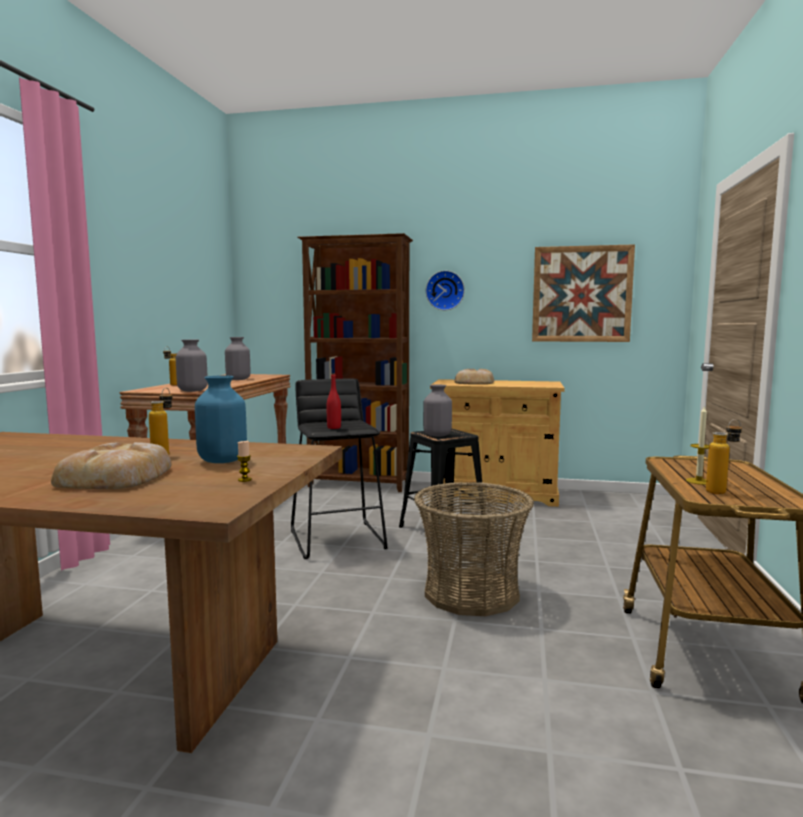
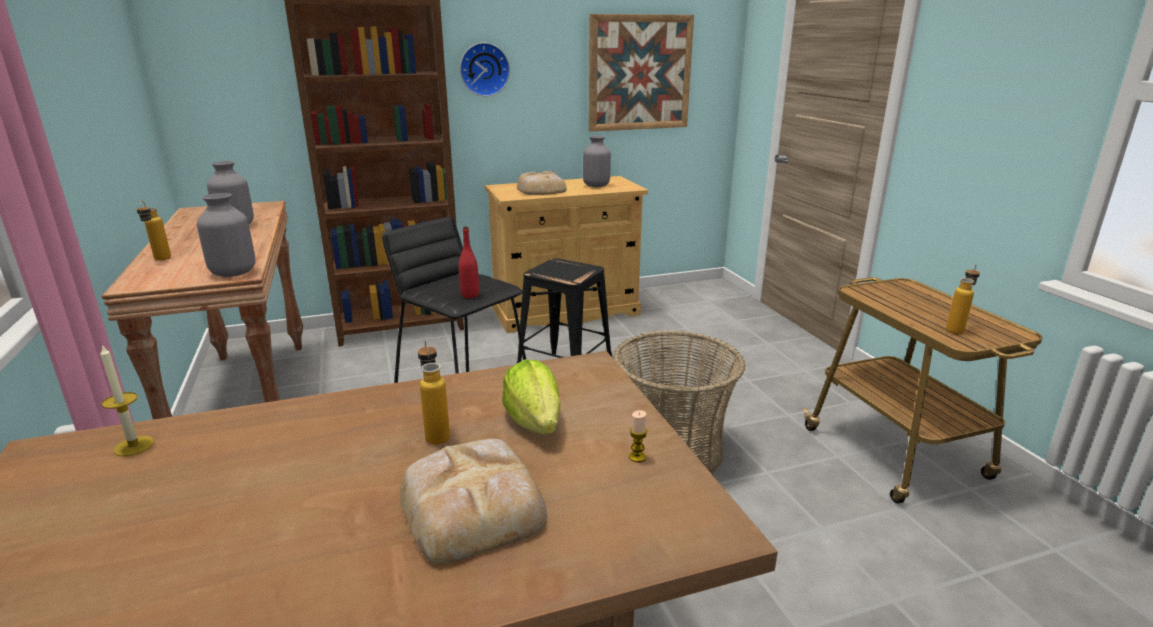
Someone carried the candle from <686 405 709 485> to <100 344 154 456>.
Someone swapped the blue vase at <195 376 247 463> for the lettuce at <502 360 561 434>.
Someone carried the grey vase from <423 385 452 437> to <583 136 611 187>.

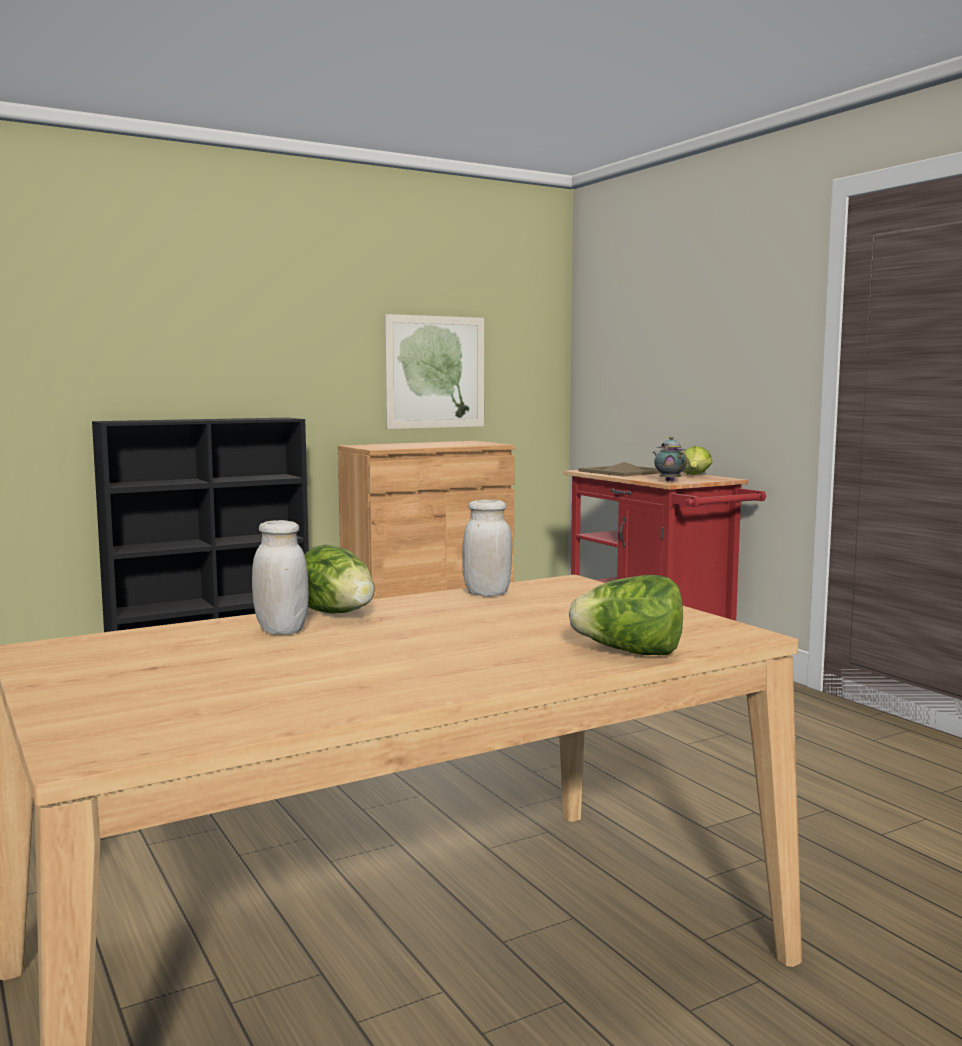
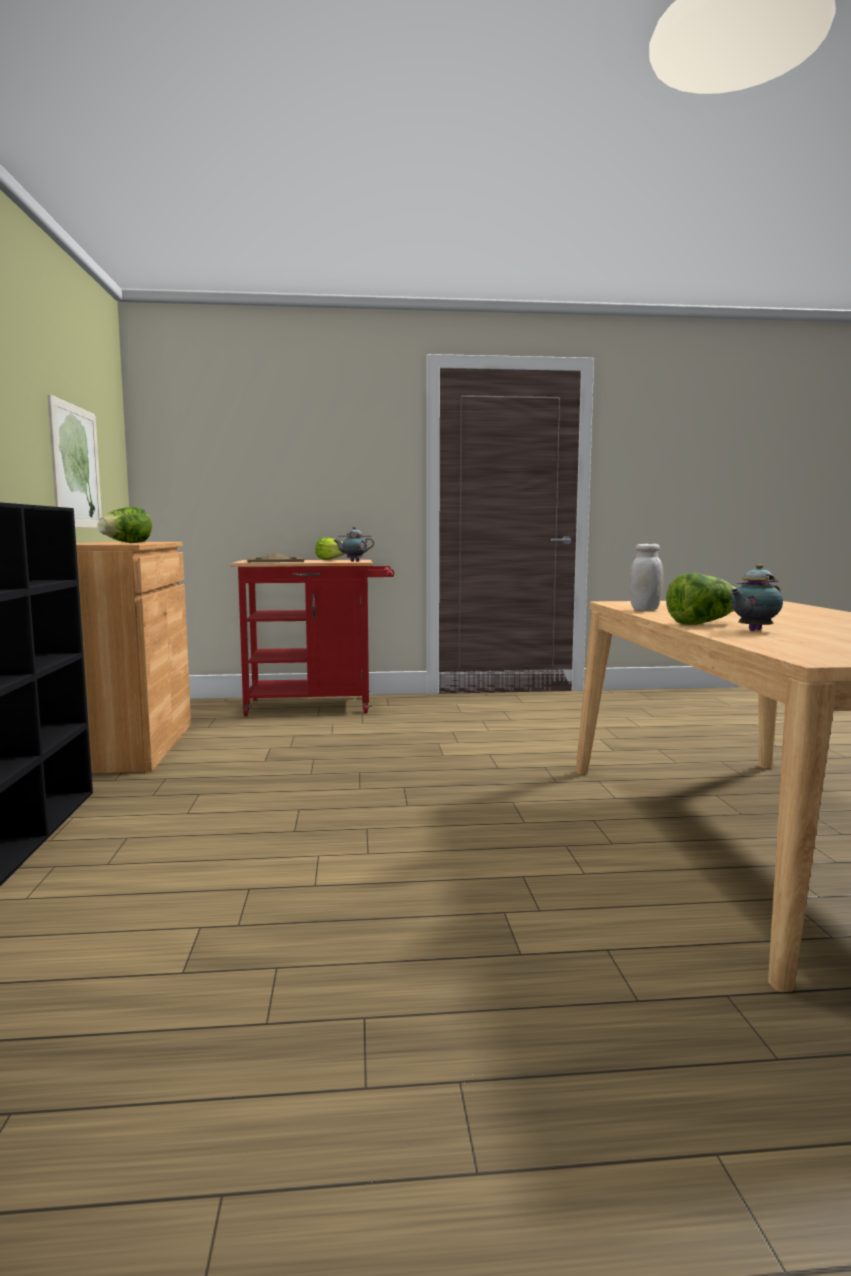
Someone carried the lettuce from <569 575 683 655> to <97 507 152 543>.
Someone swapped the white jar at <252 520 309 635> for the teapot at <730 564 783 631>.

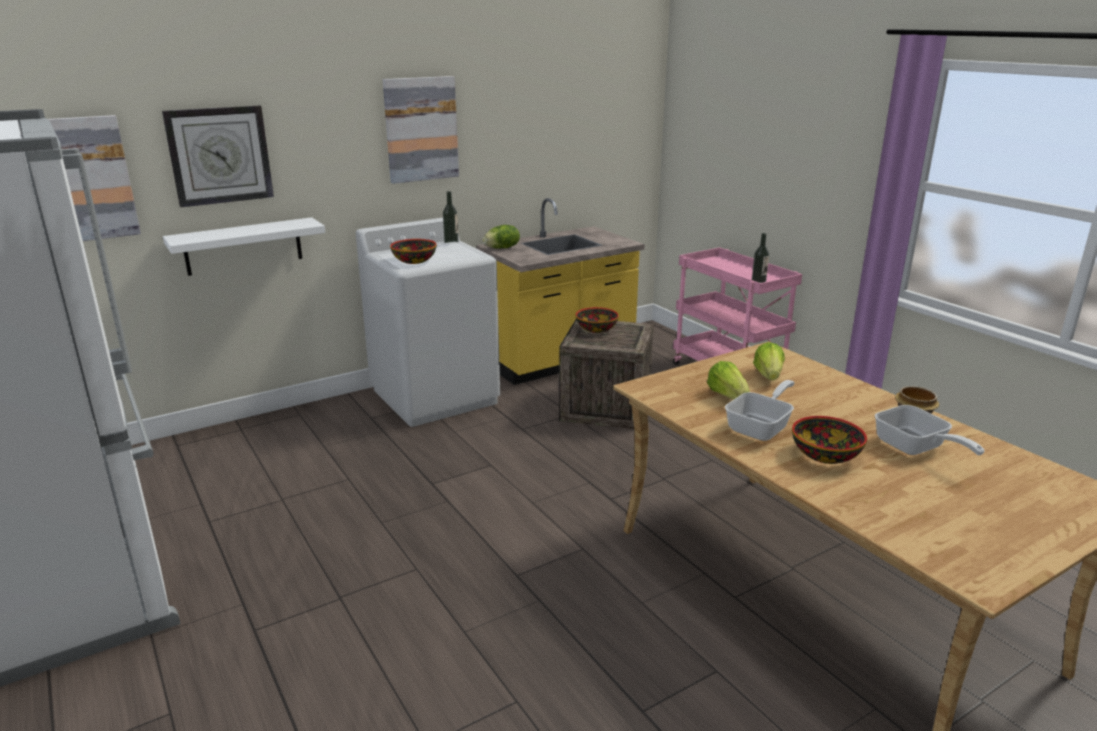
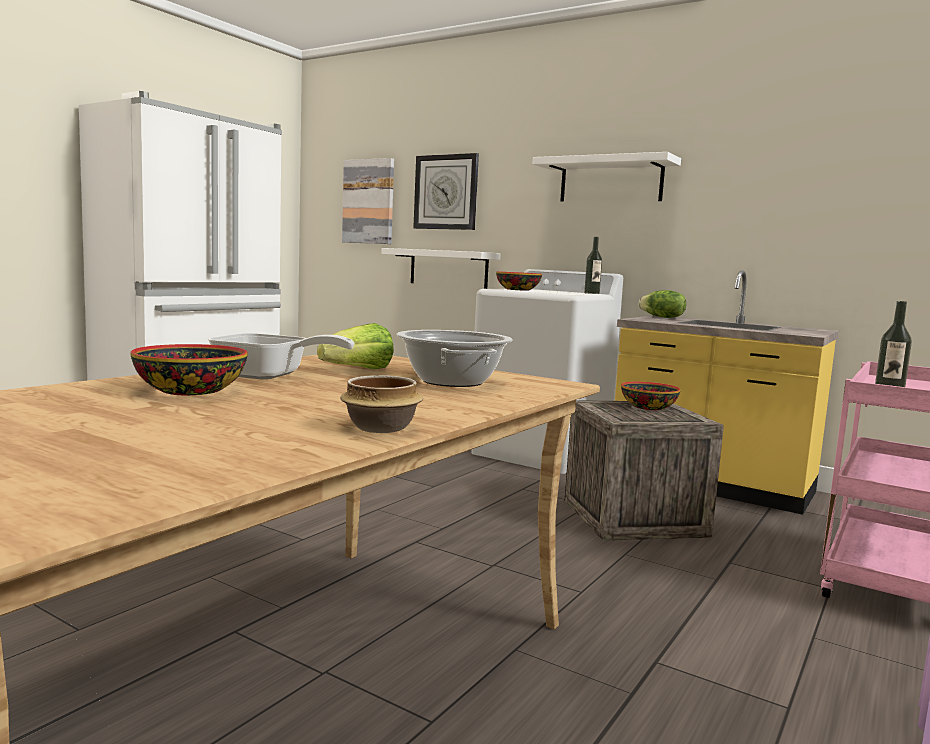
Someone swapped the lettuce at <753 342 785 380> for the cooking pot at <396 330 513 387>.
Someone swapped the picture at <383 76 459 184> for the white shelf at <532 152 681 202>.
Someone took away the frying pan at <875 405 985 455>.

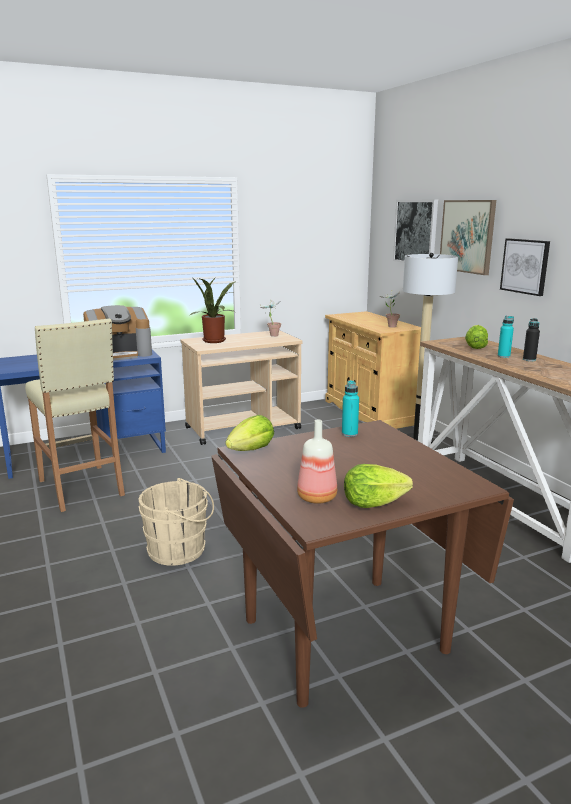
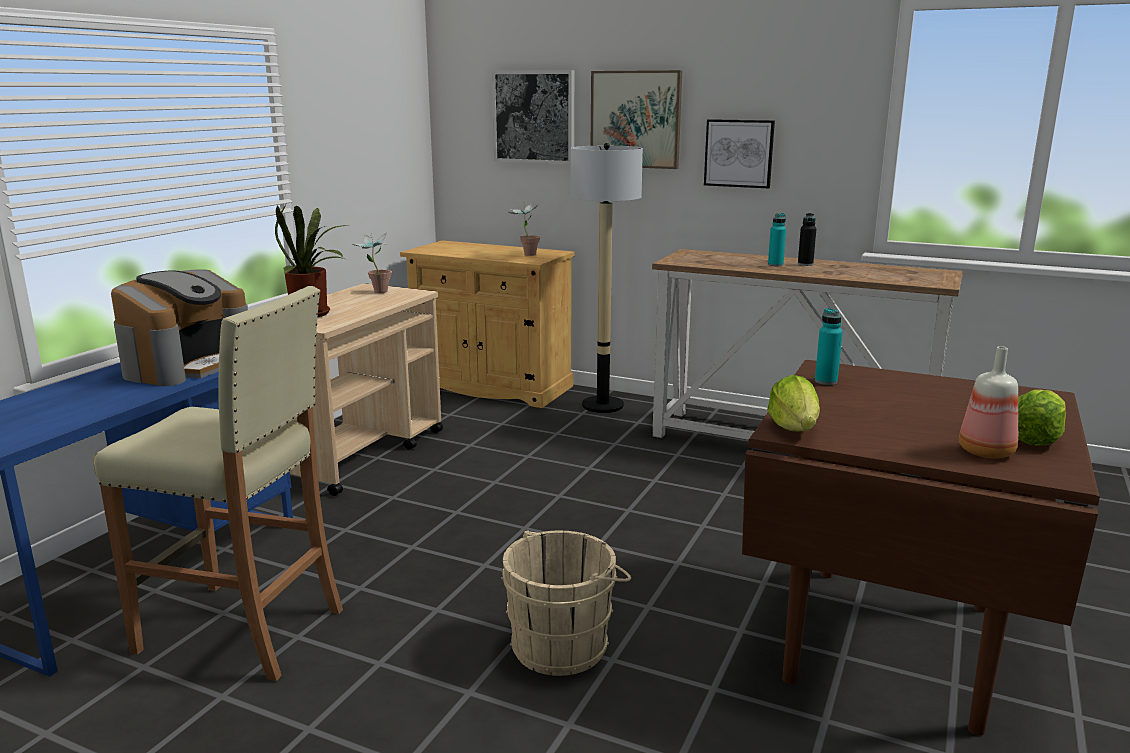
Someone took away the lettuce at <465 325 488 349>.

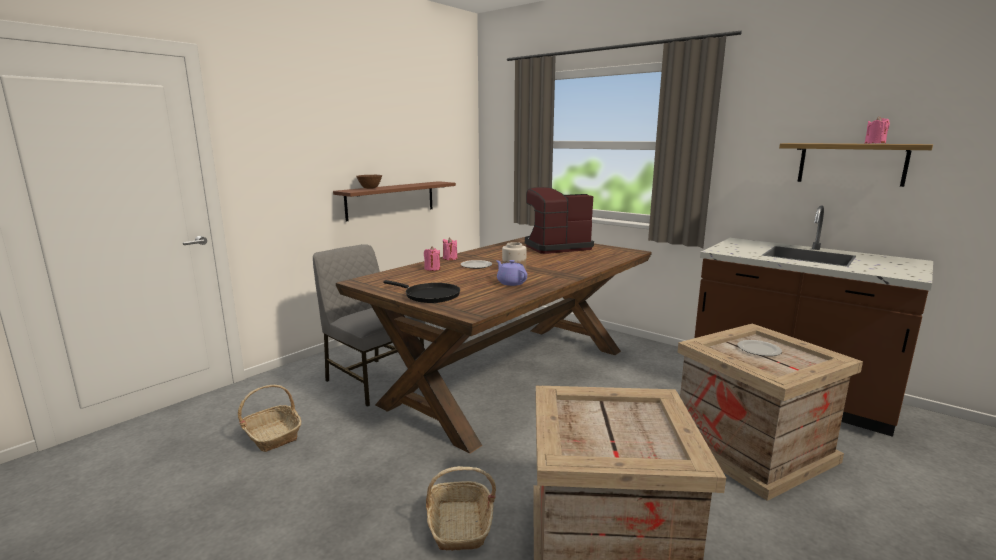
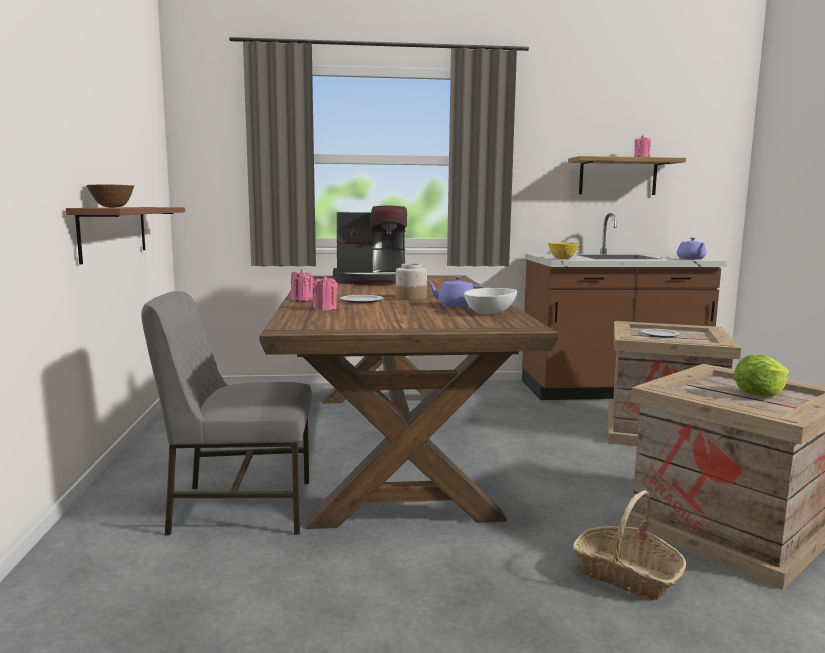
Someone rotated the coffee machine at <525 187 594 254> by 120 degrees counterclockwise.
Someone put down the white bowl at <464 288 517 314>.
Someone put down the yellow bowl at <548 242 579 259>.
Someone put down the purple teapot at <677 238 707 260>.
Someone put down the lettuce at <734 355 790 397>.
Someone took away the basket at <238 385 301 452>.
Someone took away the black frying pan at <383 280 460 303>.

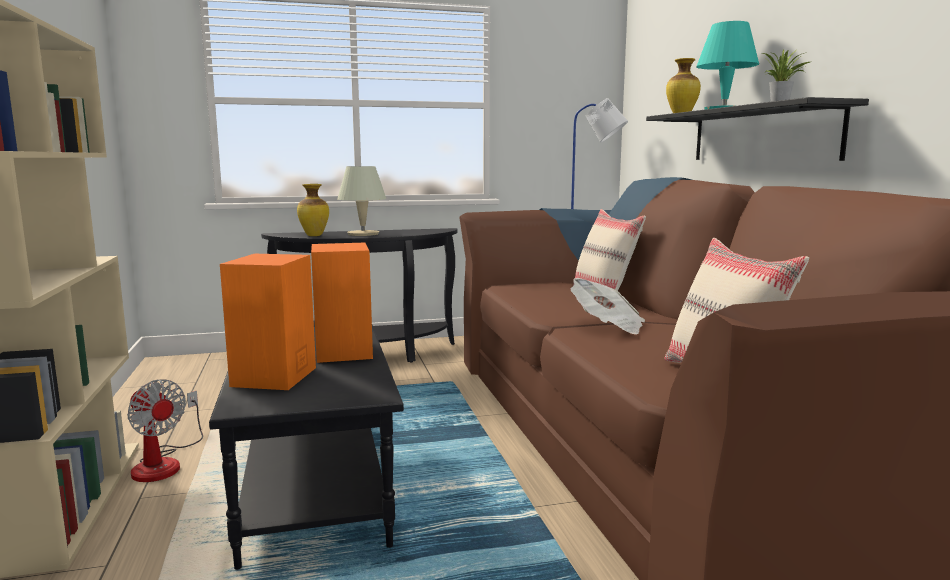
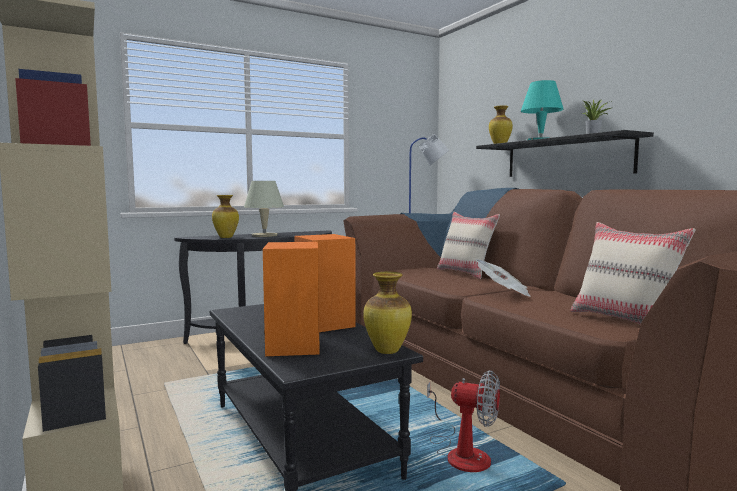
Someone put down the vase at <363 272 412 354>.
Someone carried the fan from <127 379 203 482> to <427 370 500 472>.

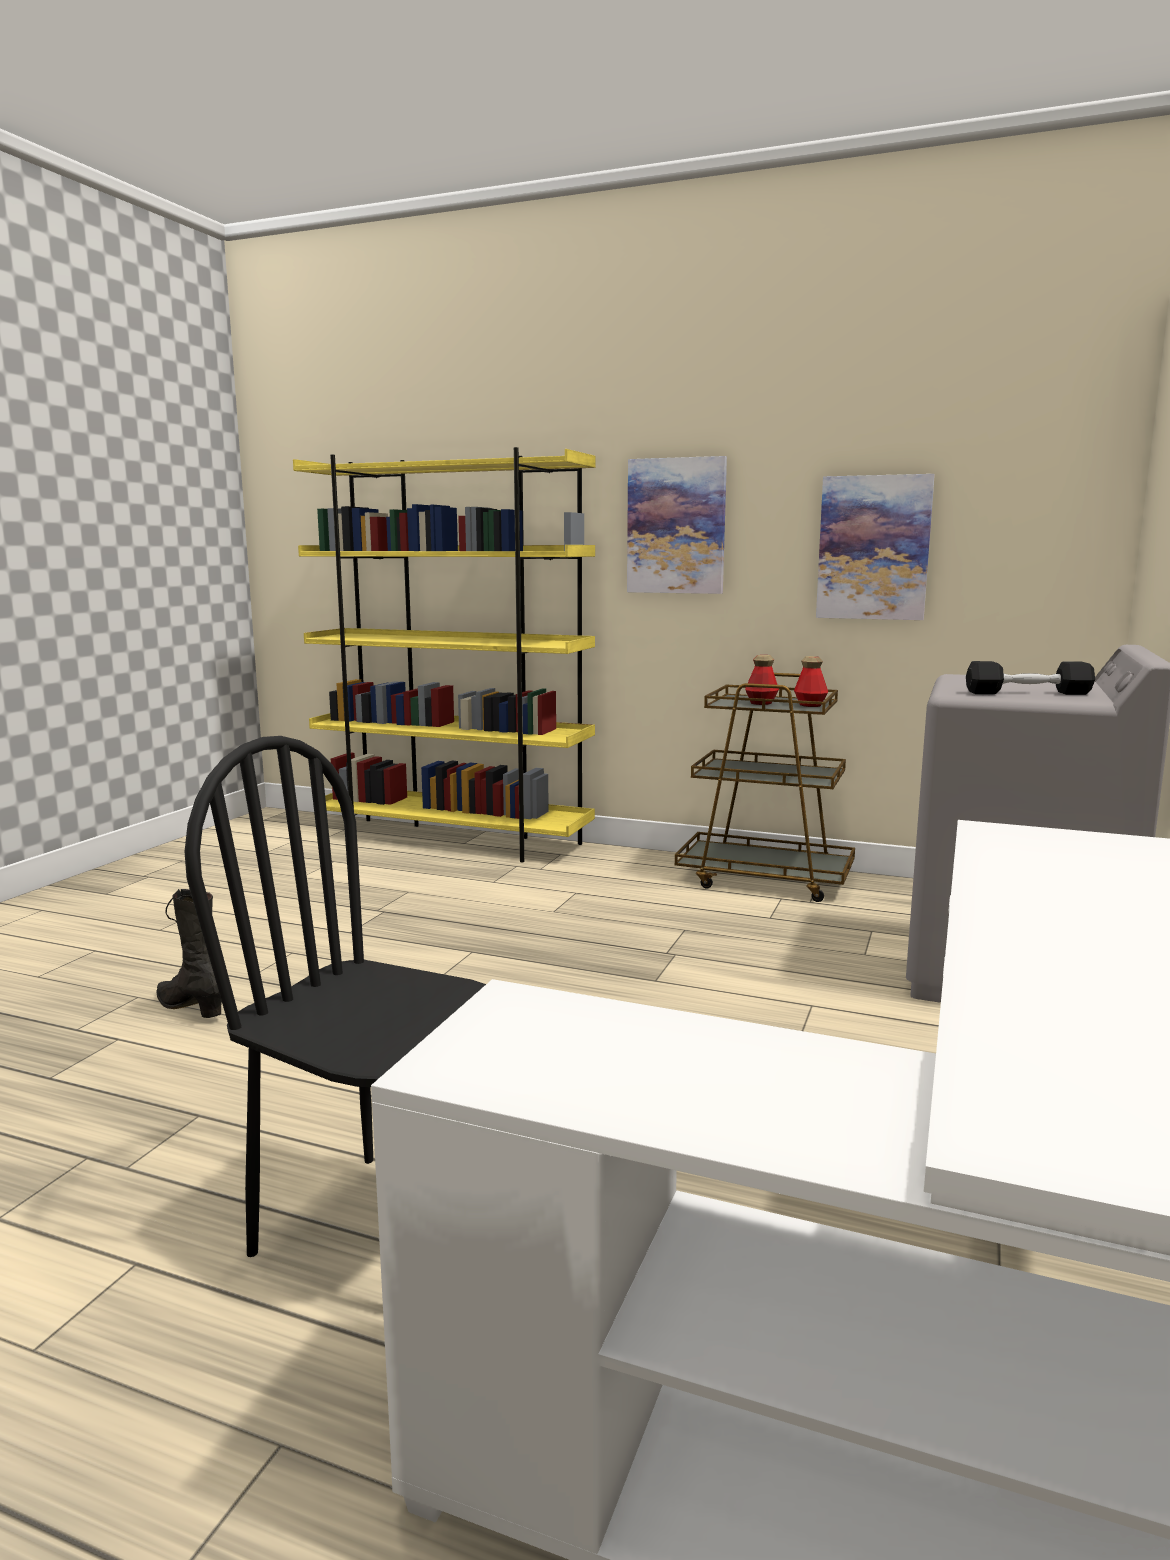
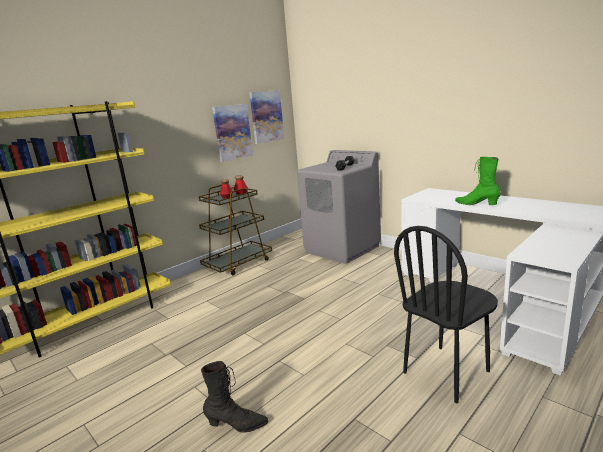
Someone rotated the black boot at <156 889 222 1018> by 150 degrees counterclockwise.
Someone carried the picture from <627 456 727 594> to <249 90 284 144>.
Someone put down the green boot at <455 157 501 205>.

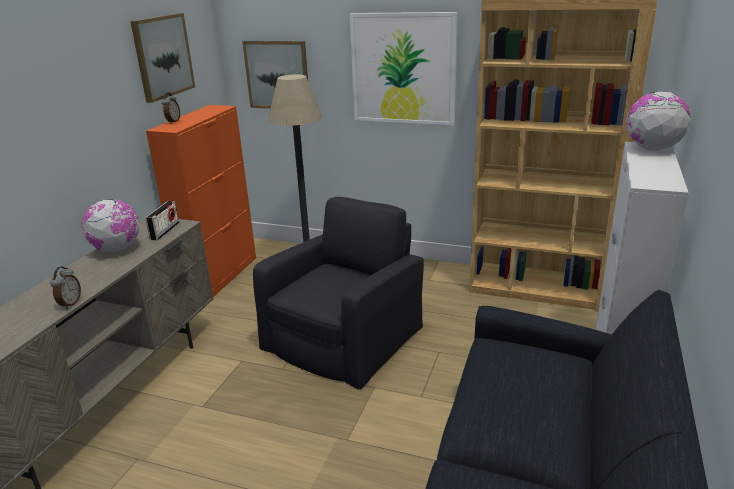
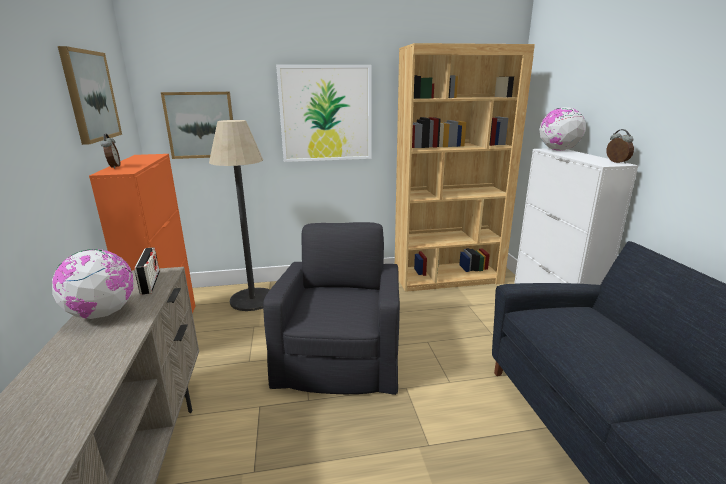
Someone carried the alarm clock from <50 267 81 309> to <607 129 634 164>.

